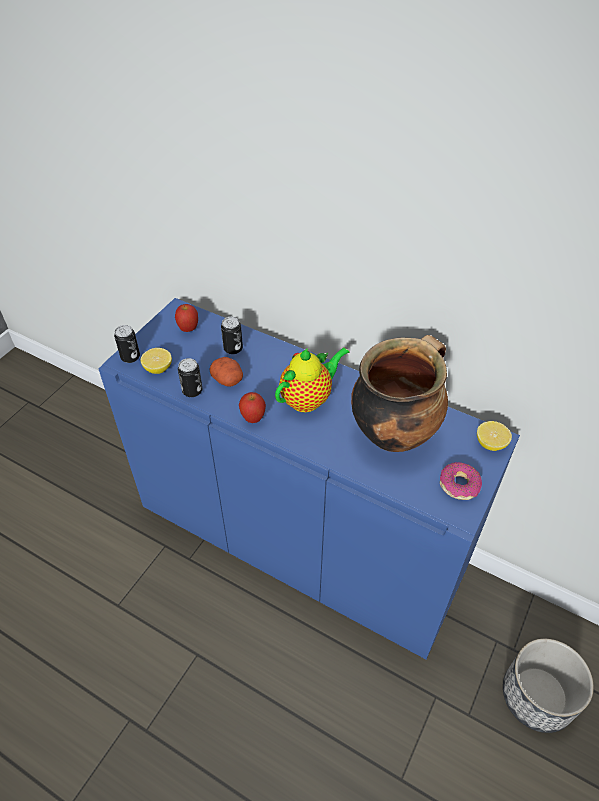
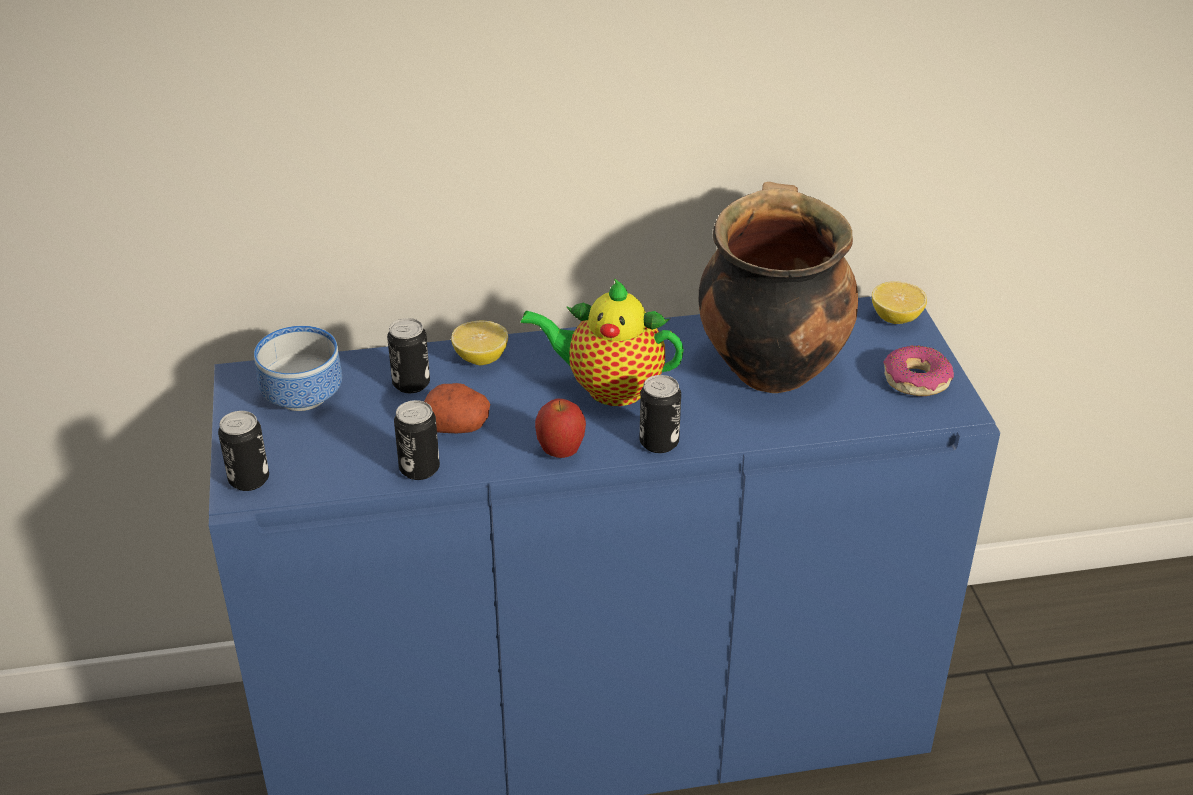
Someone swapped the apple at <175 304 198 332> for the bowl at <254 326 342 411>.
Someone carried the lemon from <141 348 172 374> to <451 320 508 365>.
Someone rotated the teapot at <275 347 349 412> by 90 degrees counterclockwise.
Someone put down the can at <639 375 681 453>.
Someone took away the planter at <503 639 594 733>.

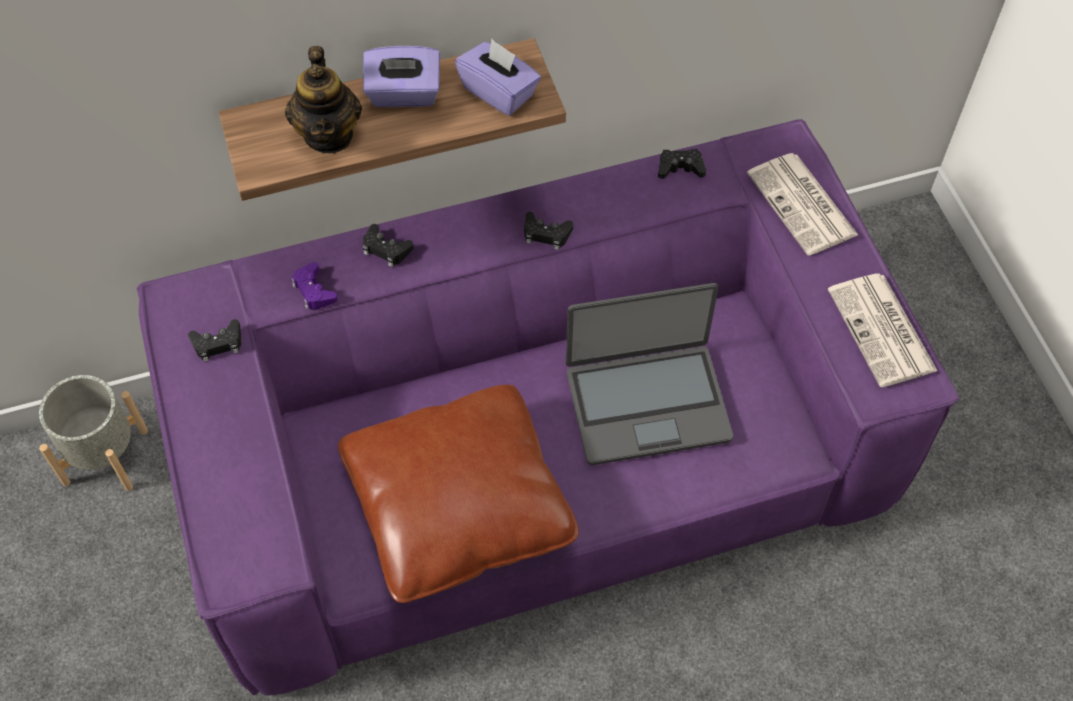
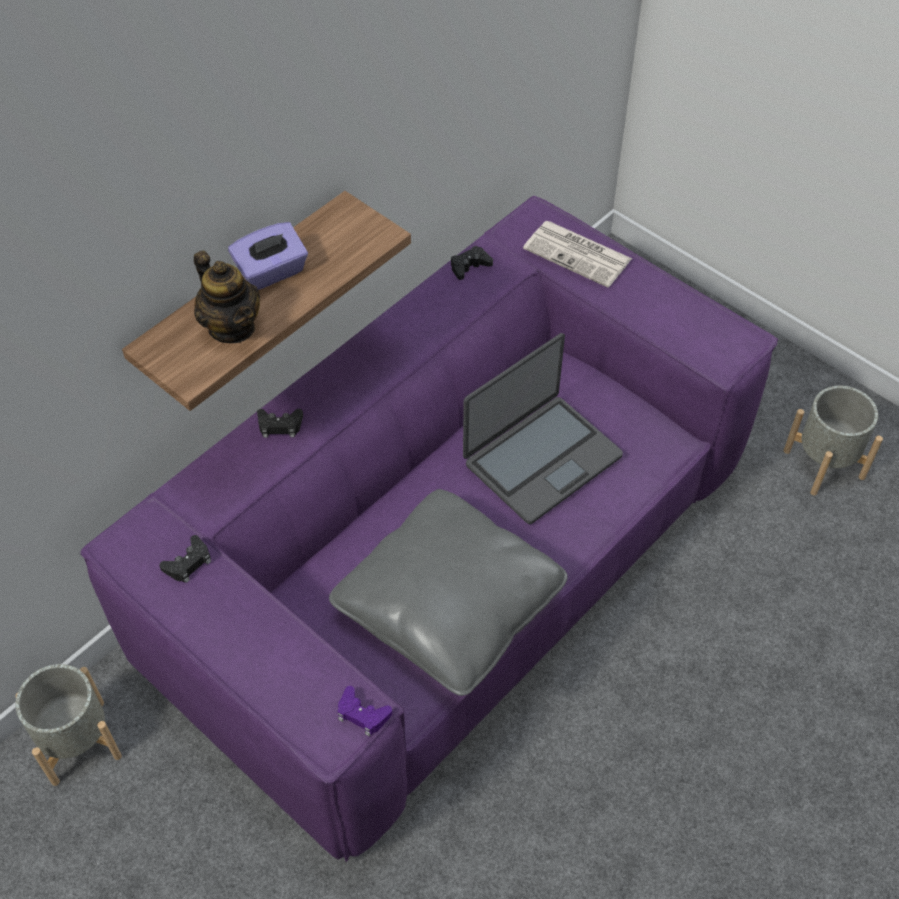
Someone repainted the brown pillow at <338 385 579 603>, which became the grey pillow at <329 489 568 696>.
Someone carried the purple game controller from <291 262 338 310> to <338 686 392 736>.
Someone put down the grey planter at <784 386 883 496>.
Someone took away the purple tissue box at <455 39 541 116>.
Someone took away the black game controller at <524 212 573 250>.
Someone took away the newspaper at <828 274 937 387>.

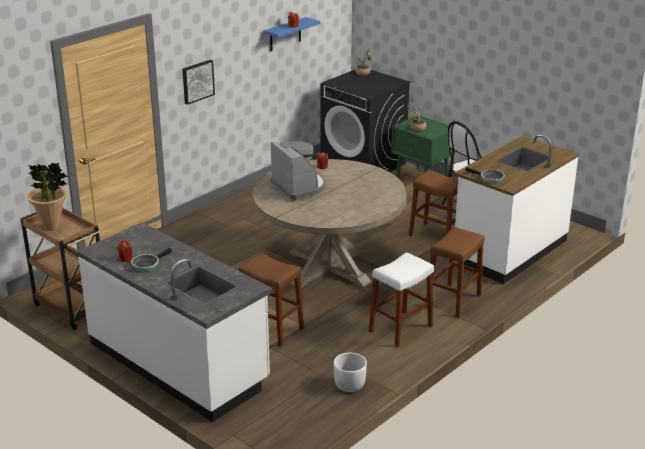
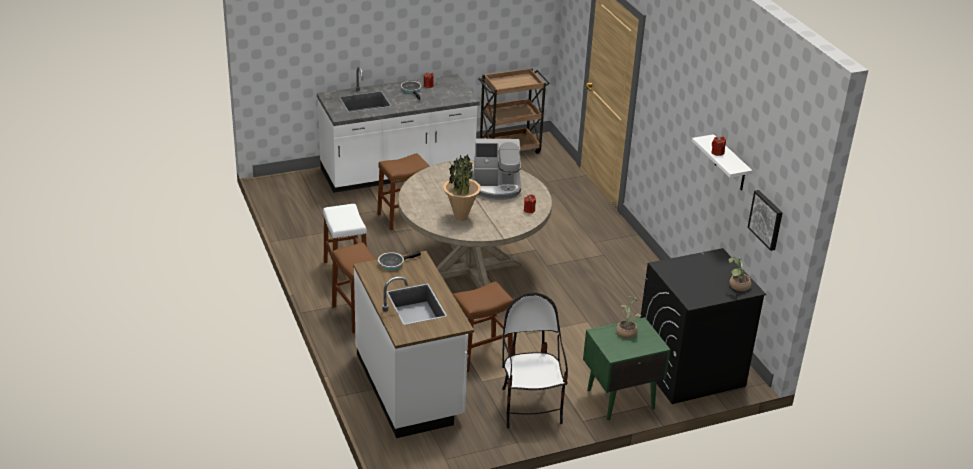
Someone carried the potted plant from <27 163 68 231> to <443 154 481 221>.
Someone repainted the blue shelf at <264 17 320 51>, which became the white shelf at <692 134 752 191>.
Someone carried the picture from <182 60 215 105> to <747 190 782 251>.
Someone took away the white planter at <334 353 367 392>.

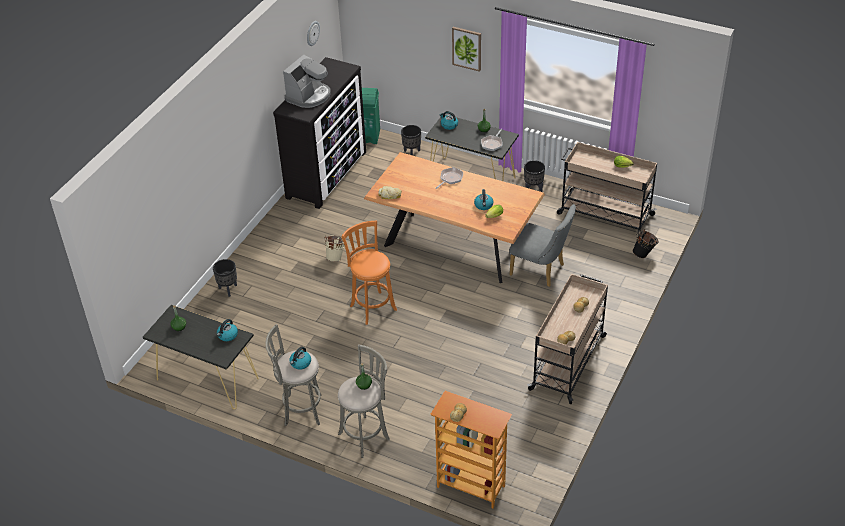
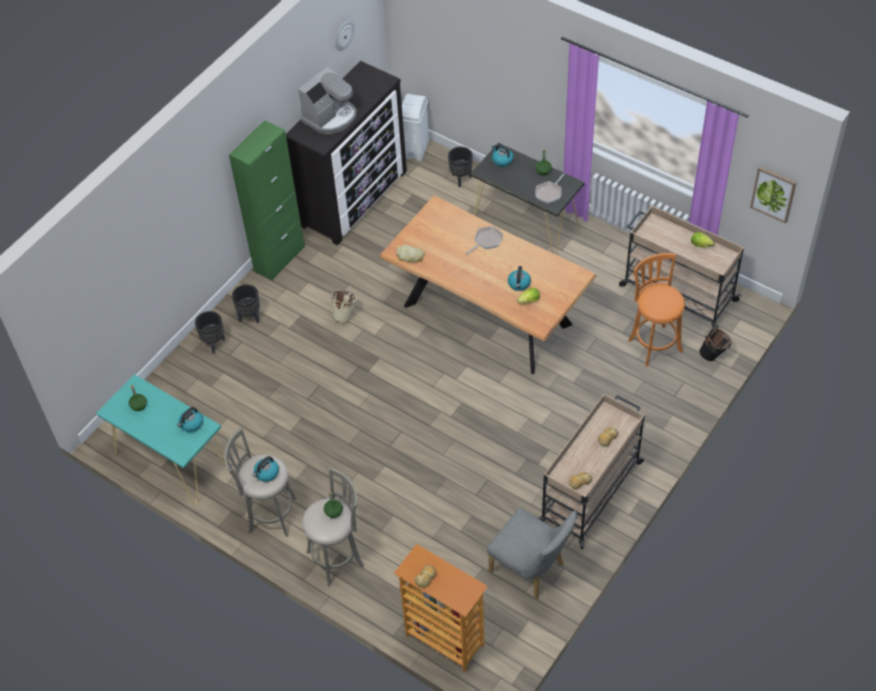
Someone repainted the black console table at <143 305 259 409>, which became the turquoise console table at <96 374 225 504>.
Someone put down the green cabinet at <229 120 305 281>.
Someone carried the black planter from <524 160 545 192> to <232 284 260 323>.
Someone repainted the green trash can at <362 88 380 144>, which became the white trash can at <402 94 429 161>.
Someone carried the grey chair from <509 204 576 287> to <487 508 577 599>.
Someone carried the orange stool from <341 220 397 325> to <628 253 685 367>.
Someone carried the picture from <452 27 481 72> to <750 166 797 223>.

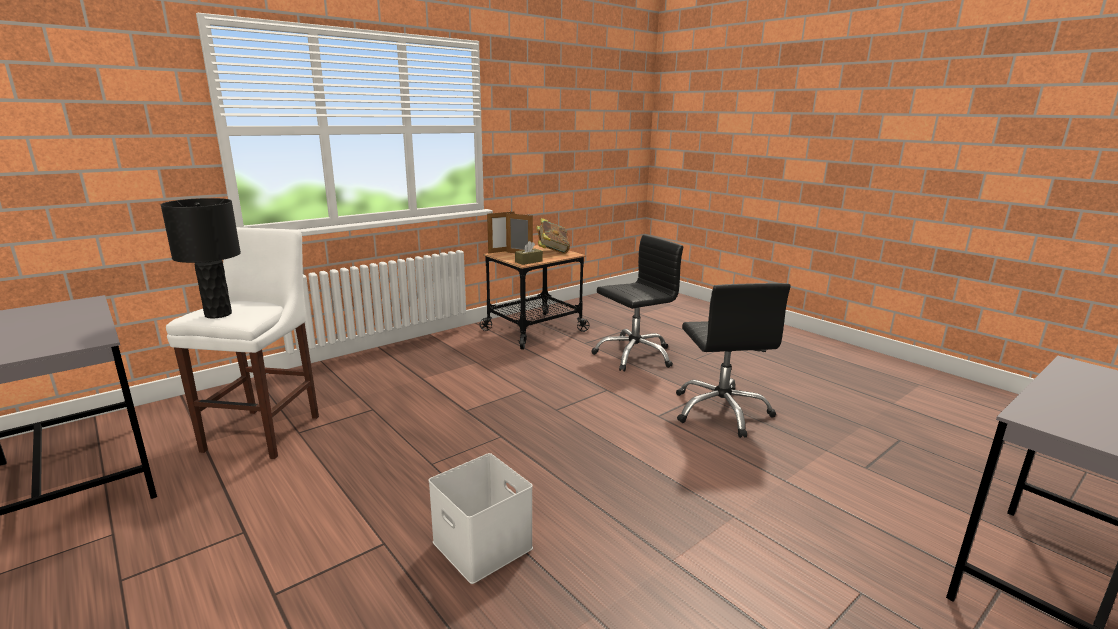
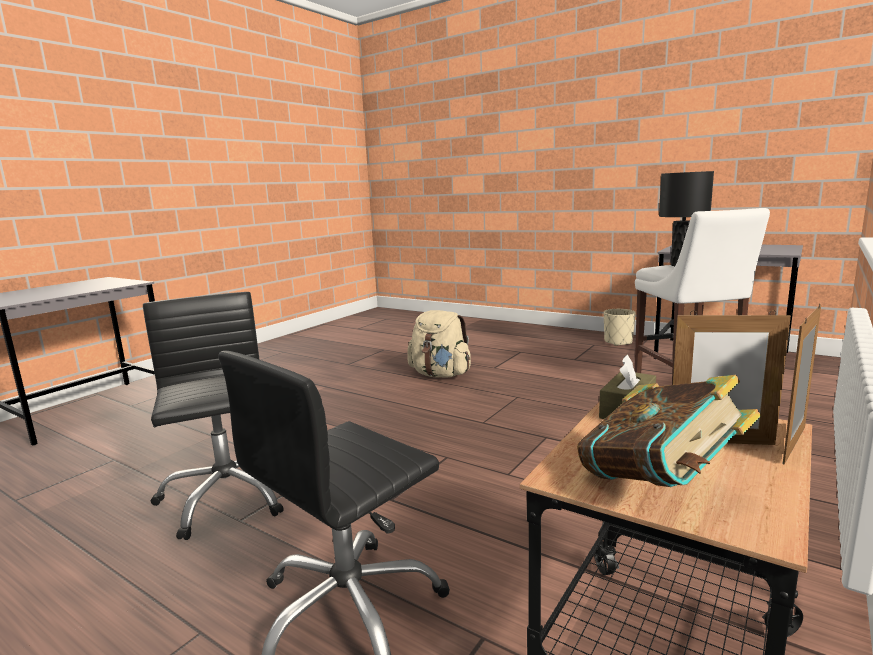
Someone swapped the white storage box at <429 453 533 584> for the beige backpack at <407 310 471 378>.
Someone put down the beige planter at <604 309 636 346>.

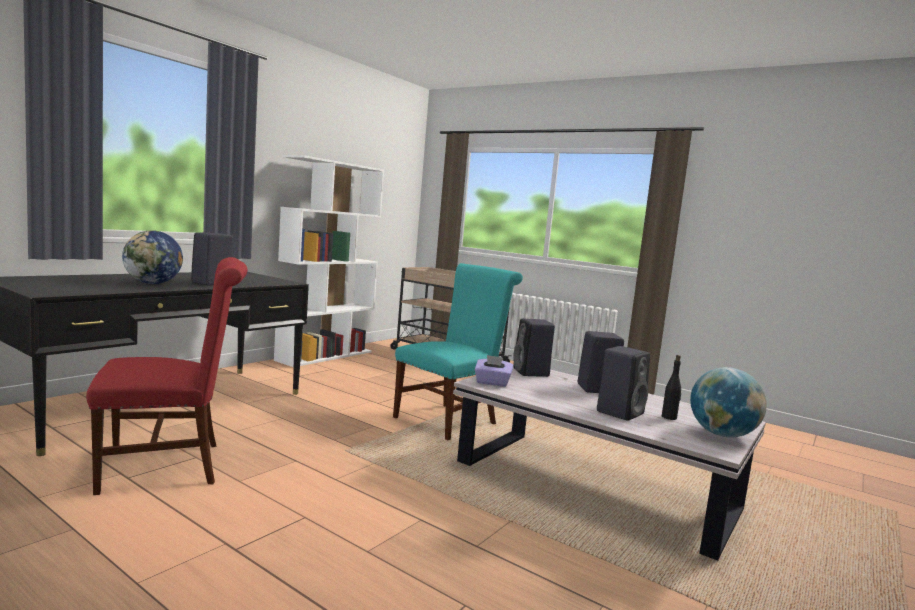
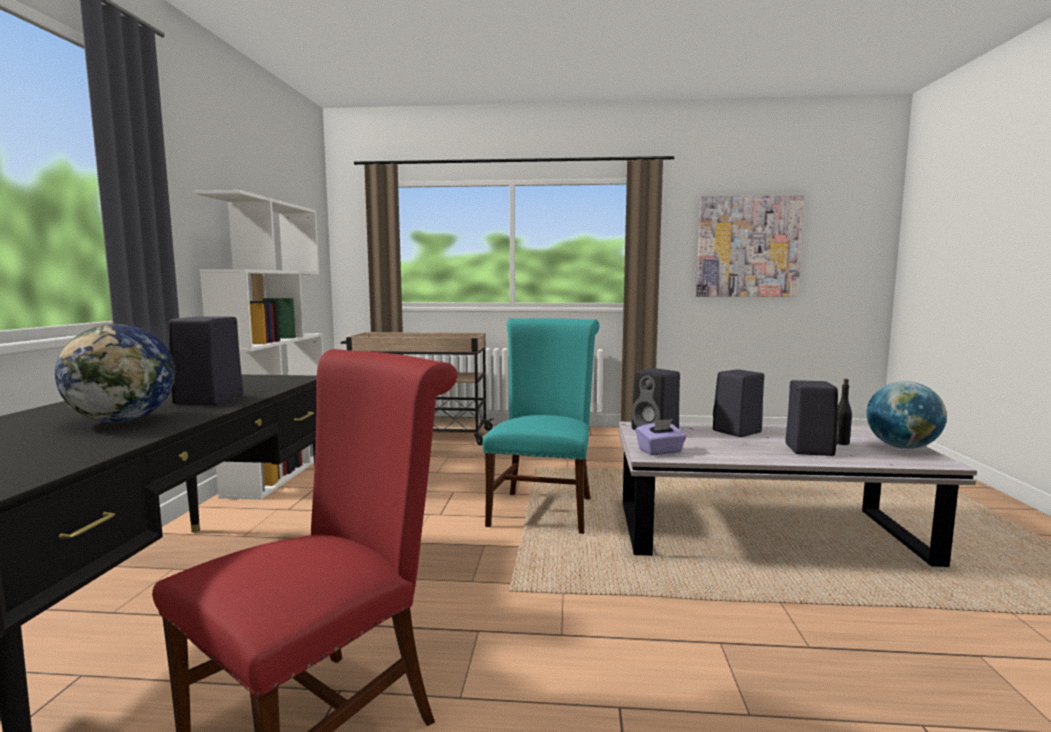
Someone put up the picture at <696 195 805 297>.

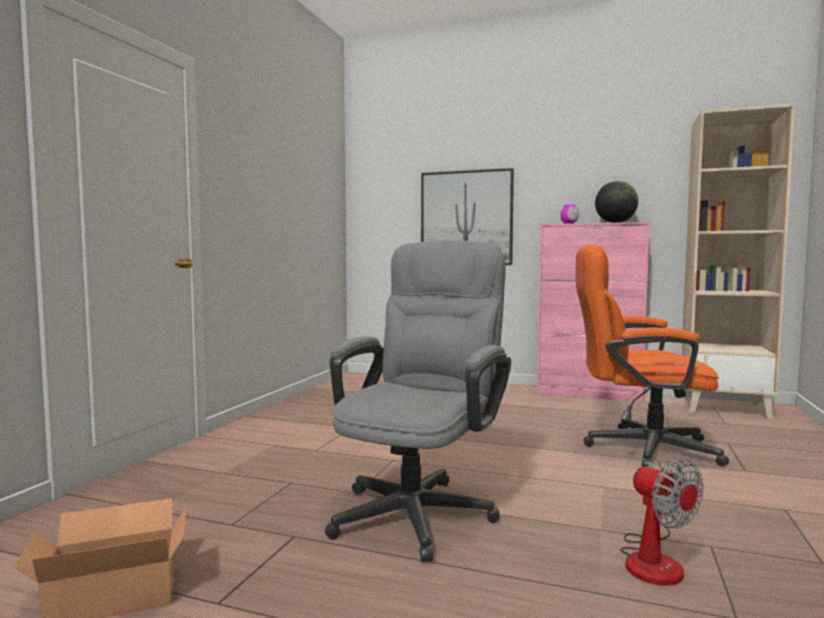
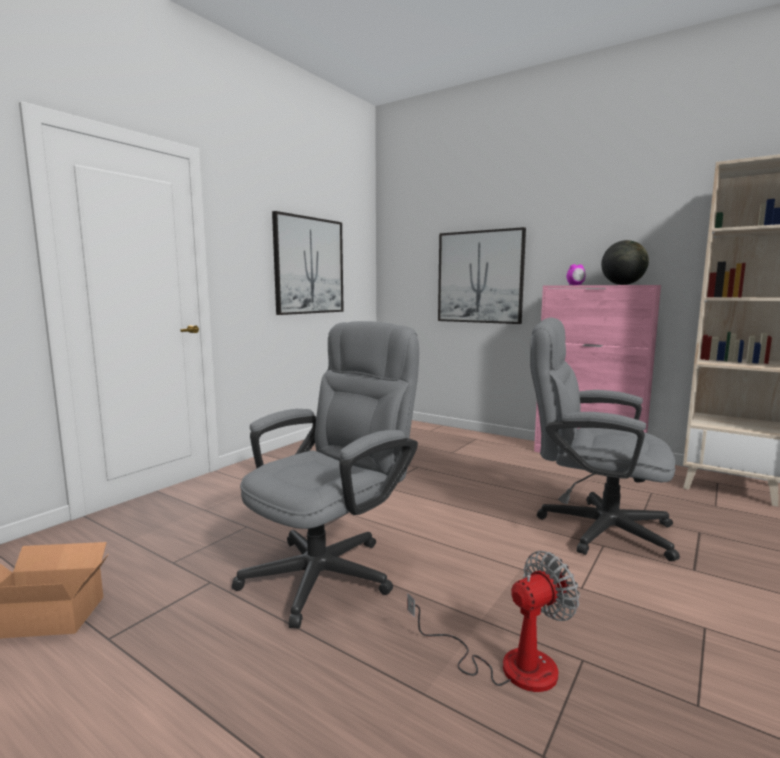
Someone put up the picture at <272 211 344 315>.
Someone rotated the fan at <620 458 704 586> by 105 degrees counterclockwise.
Someone repainted the orange office chair at <576 244 729 467>, which became the grey office chair at <530 317 680 561>.

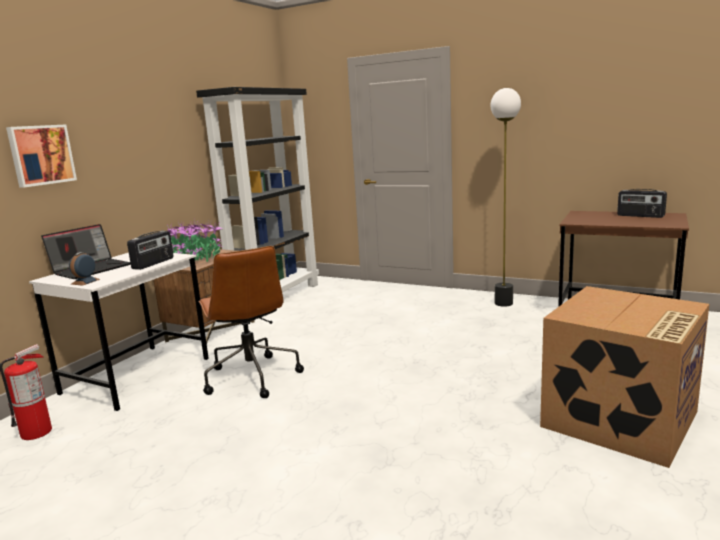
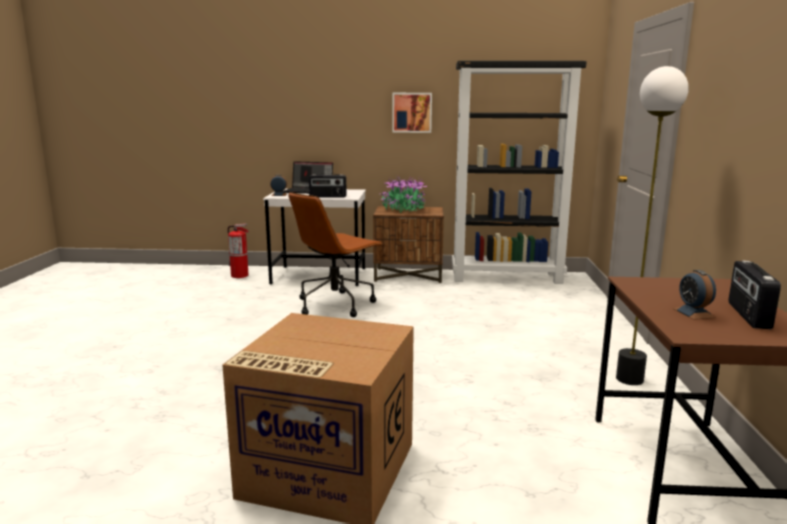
Someone carried the picture from <6 124 77 188> to <392 93 432 133>.
Someone put down the alarm clock at <673 270 716 320>.

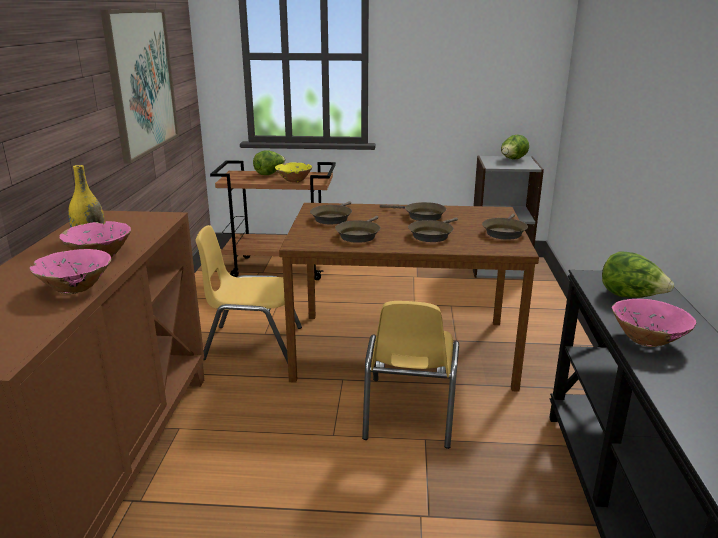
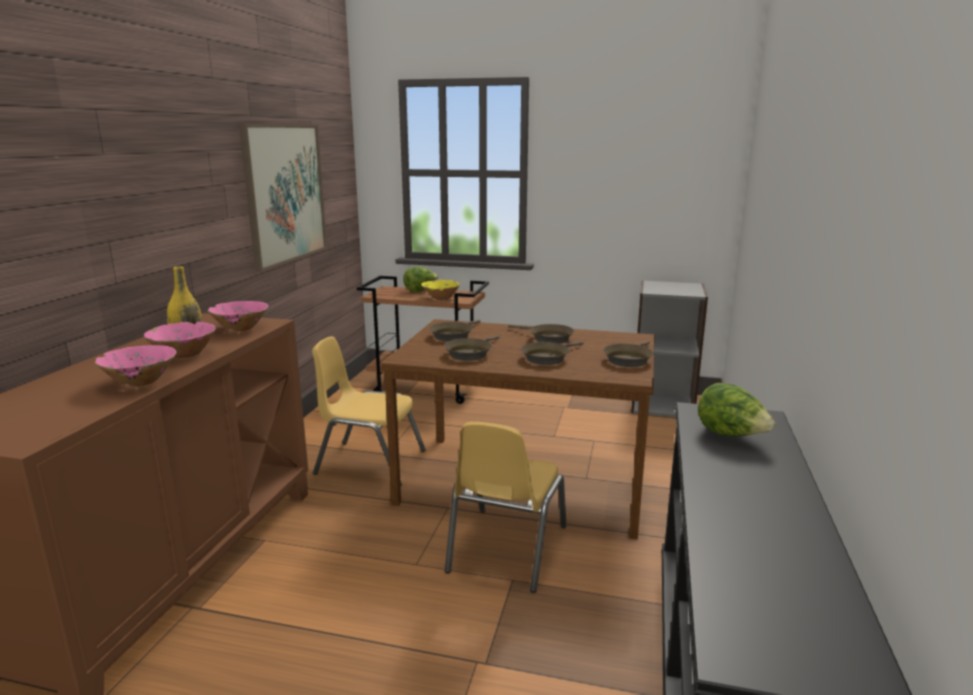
Someone carried the pink bowl from <612 299 696 347> to <208 301 268 332>.
Someone took away the lettuce at <501 135 529 160>.

